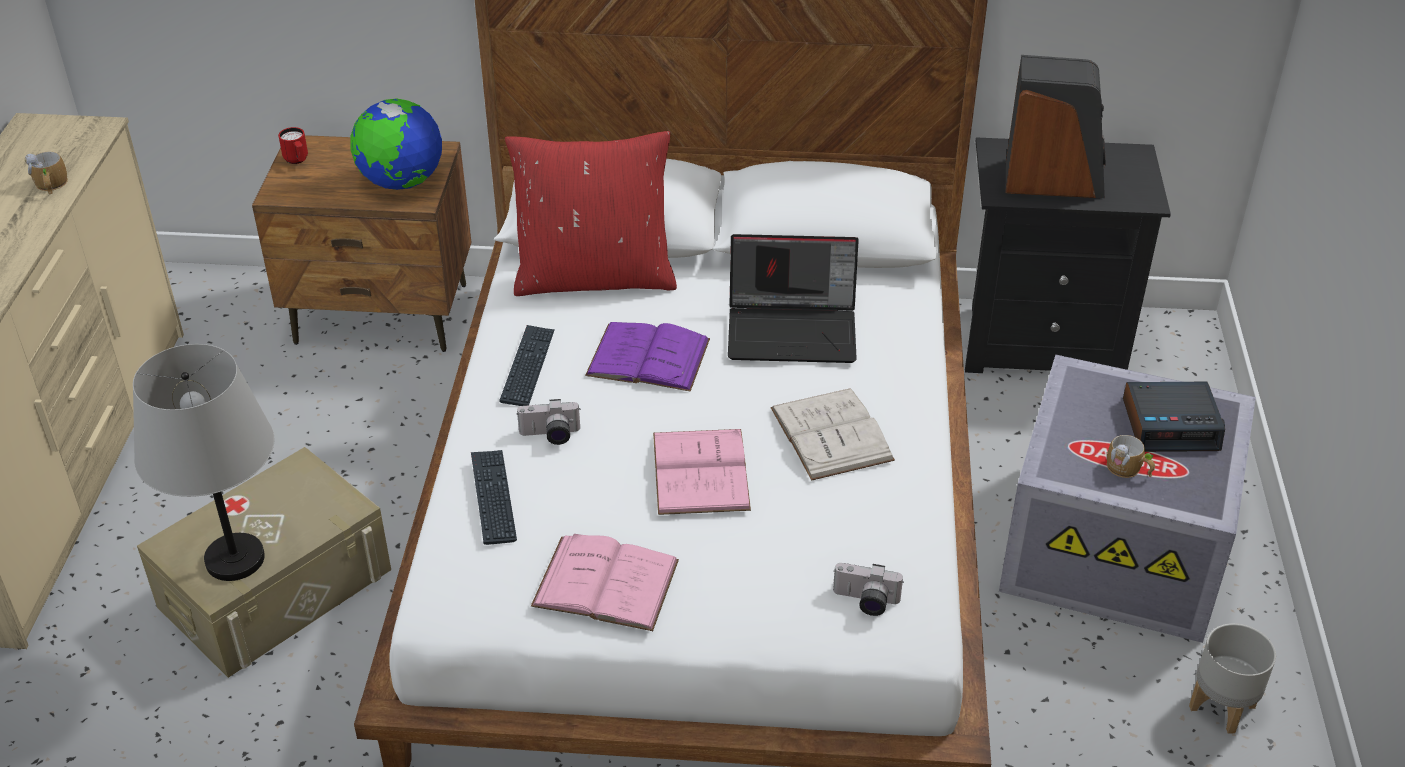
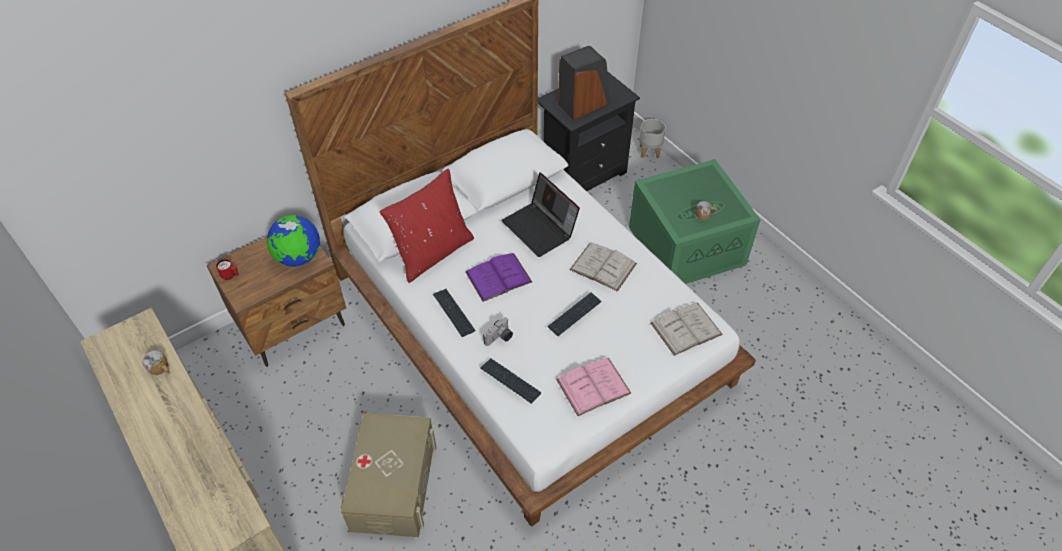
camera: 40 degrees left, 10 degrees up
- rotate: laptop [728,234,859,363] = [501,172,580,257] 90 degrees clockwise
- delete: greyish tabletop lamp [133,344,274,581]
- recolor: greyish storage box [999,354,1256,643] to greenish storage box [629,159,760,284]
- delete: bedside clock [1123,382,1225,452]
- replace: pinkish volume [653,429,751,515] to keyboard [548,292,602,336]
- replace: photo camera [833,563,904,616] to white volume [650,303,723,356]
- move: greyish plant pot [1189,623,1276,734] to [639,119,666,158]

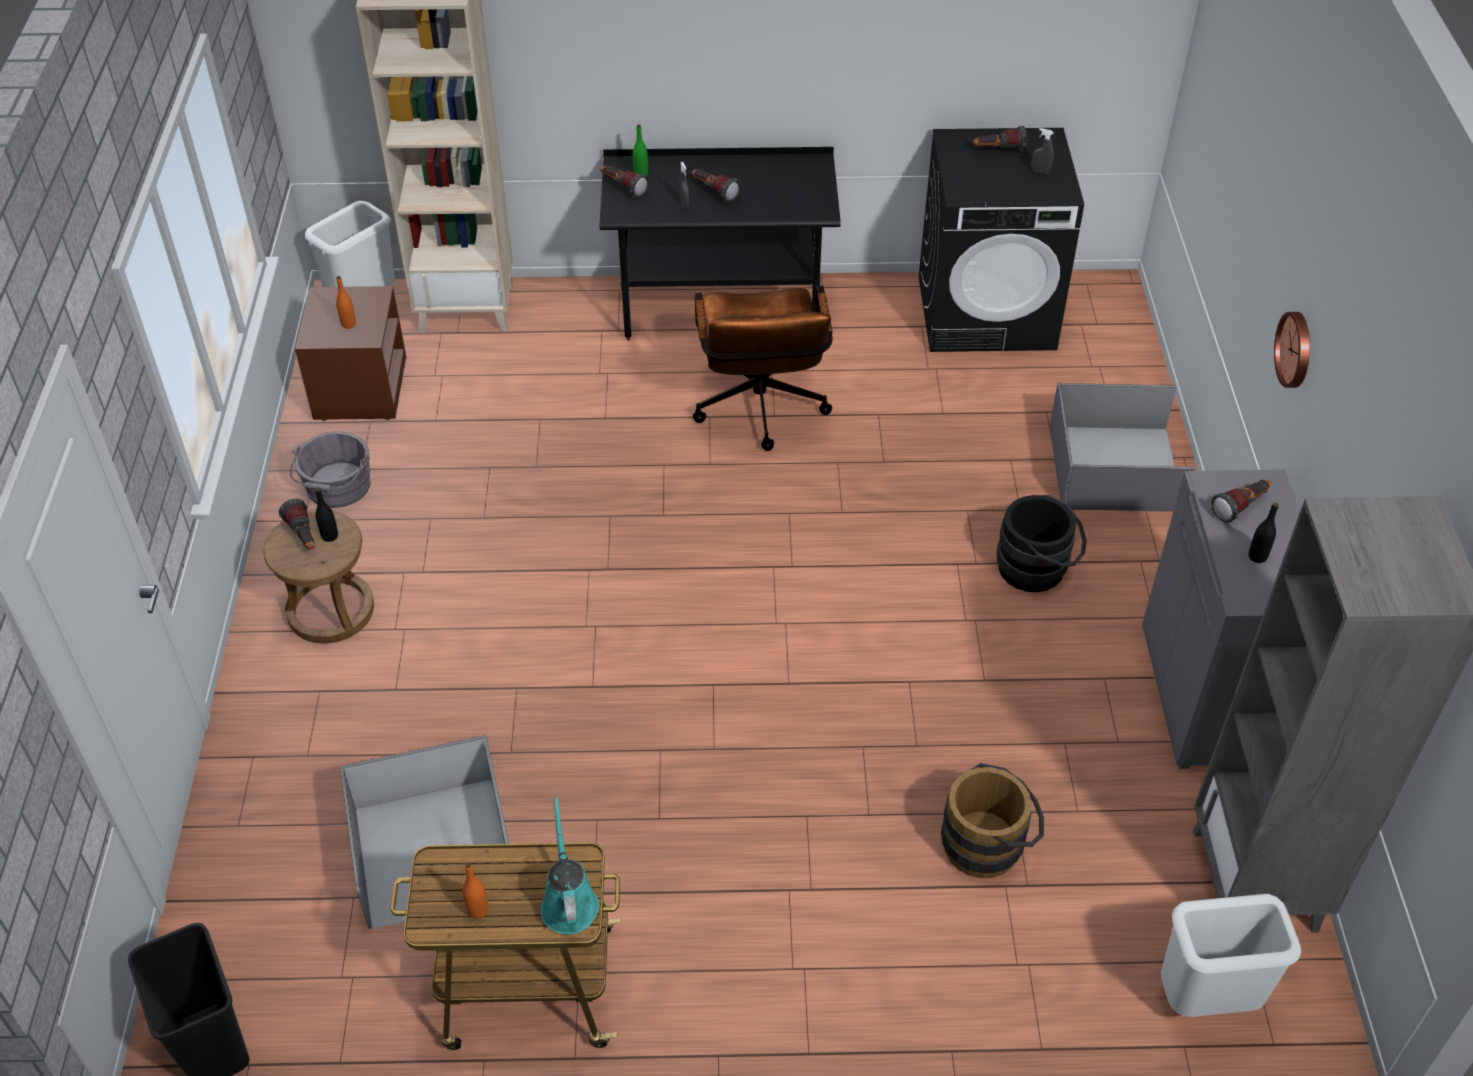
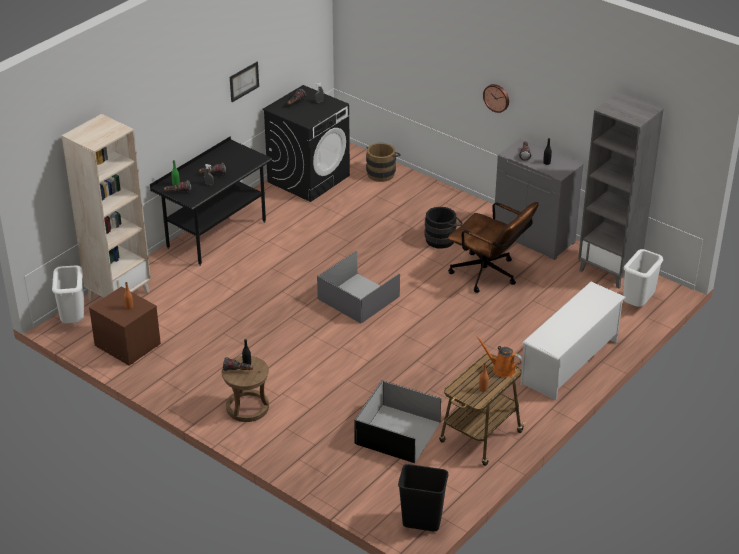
camera: 50 degrees left, 10 degrees down
- move: brown-coloured office chair [693,286,833,451] to [448,202,538,293]
- move: greyish storage box [1050,382,1195,512] to [317,251,400,324]
- delete: greyish water bucket [290,431,371,508]
- move: brown-coloured water bucket [941,763,1044,878] to [366,143,401,182]
- recolor: turquoise-coloured watering can [541,797,599,935] to orangey watering can [476,337,523,377]
- insert: wall picture [230,62,259,102]
- insert: white shoe stand [520,282,626,400]

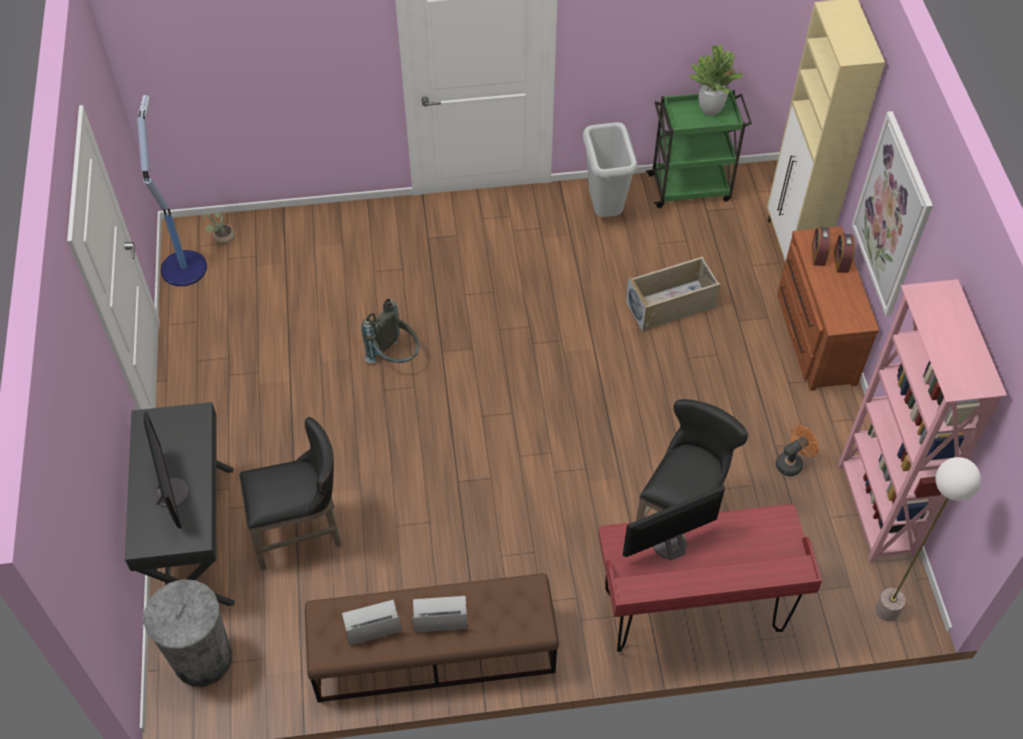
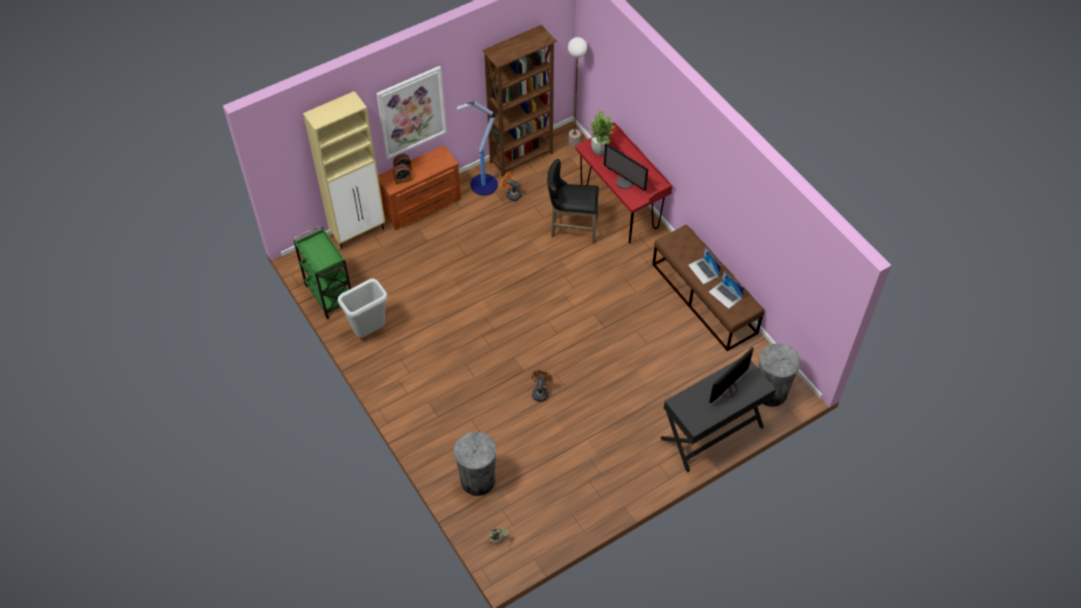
camera: 115 degrees left, 0 degrees up
- move: potted plant [688,45,744,116] to [585,110,615,155]
- move: standard lamp [137,95,207,286] to [456,100,498,195]
- delete: sand-coloured storage box [626,257,720,332]
- recolor: pinkish bookcase [838,279,1007,562] to brown-coloured bookcase [482,25,557,177]
- replace: greyish knapsack [361,299,419,364] to brown-coloured electric fan [532,370,553,402]
- delete: blackish stool [239,417,342,570]
- insert: greyish trash can [454,431,497,496]

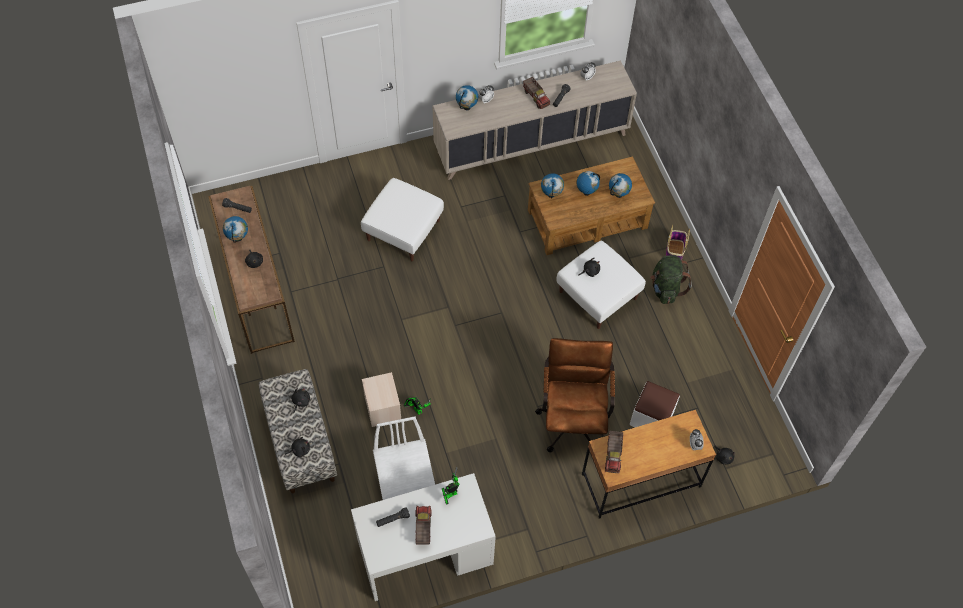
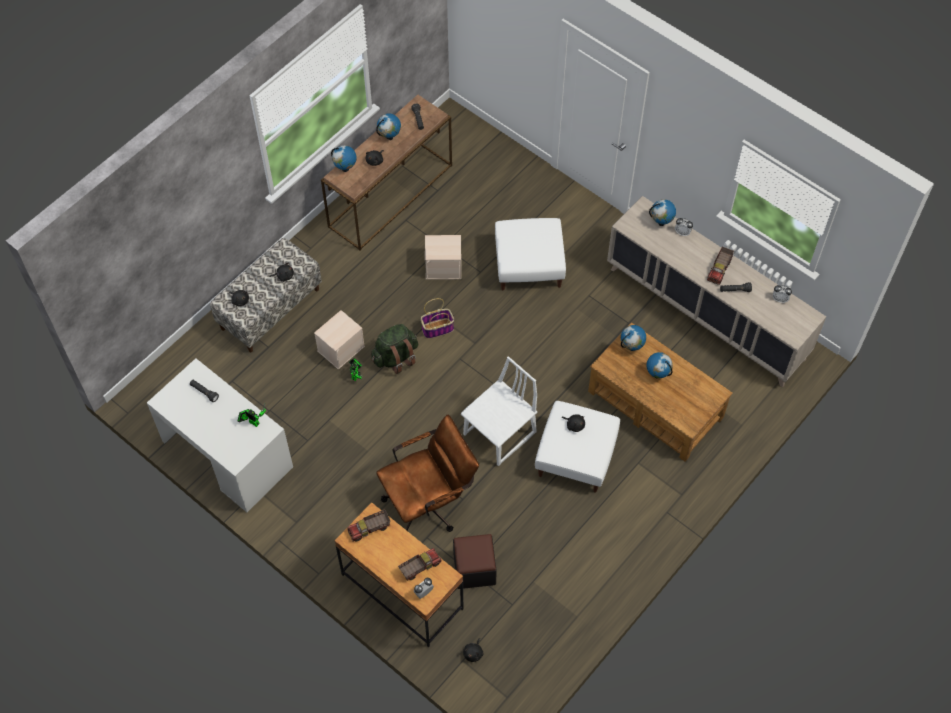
camera: 60 degrees right, 0 degrees up
- move: desk globe [609,173,632,198] to [331,145,357,172]
- move: household basket [666,225,690,260] to [421,298,454,339]
- move: greenish knapsack [650,255,692,304] to [371,324,418,374]
- recolor: white ottoman [630,381,680,427] to blackish ottoman [453,534,497,589]
- move: white chair [373,416,435,500] to [461,356,537,466]
- move: toy lorry [415,506,432,544] to [398,548,442,580]
- insert: sand-coloured storage box [425,235,461,280]

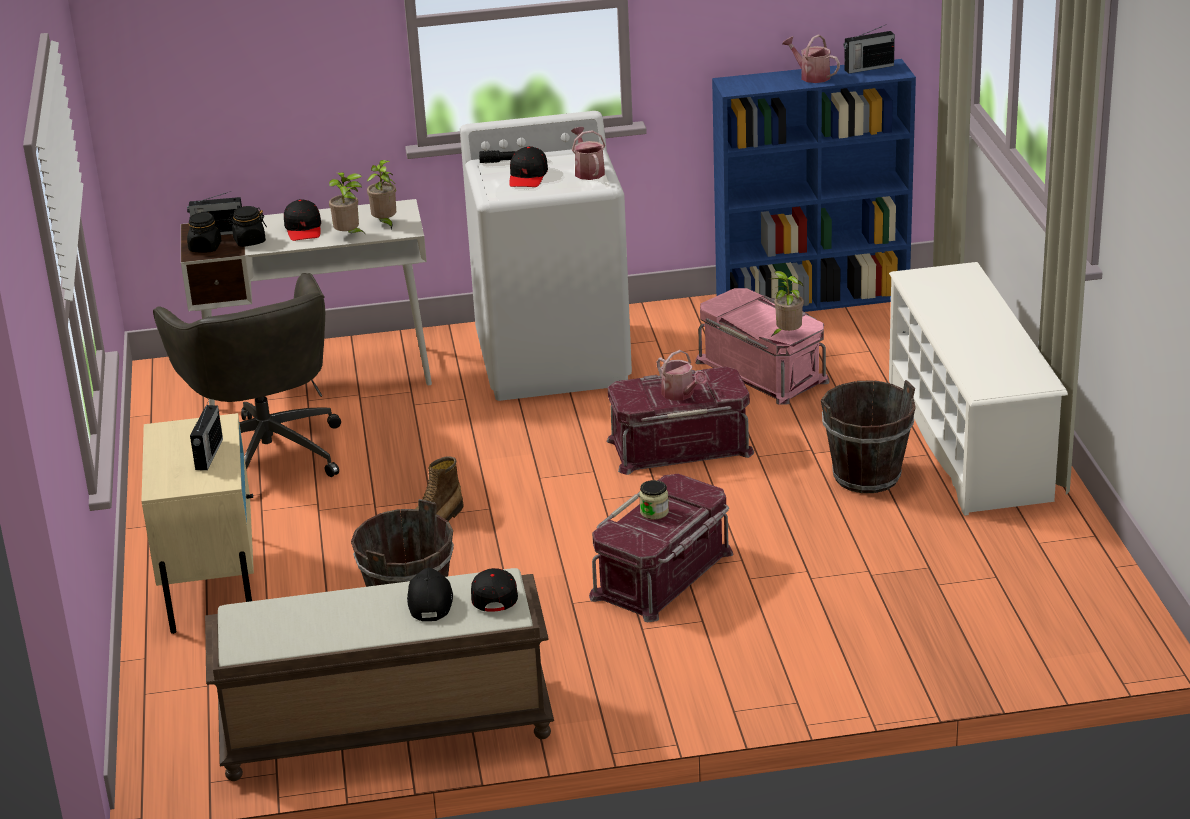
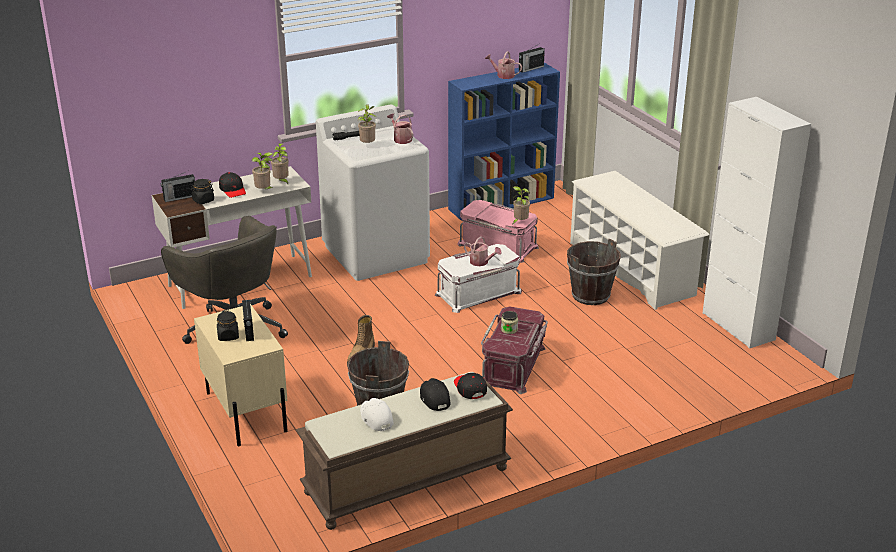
camera: 20 degrees left, 0 degrees up
- replace: blackish baseball cap [509,146,548,187] to potted plant [358,104,376,143]
- move: blackish jar [187,212,222,253] to [217,311,239,341]
- recolor: red-coloured storage box [606,366,754,475] to white storage box [435,244,522,313]
- insert: white storage cabinet [703,97,811,349]
- insert: white baseball cap [360,398,394,431]

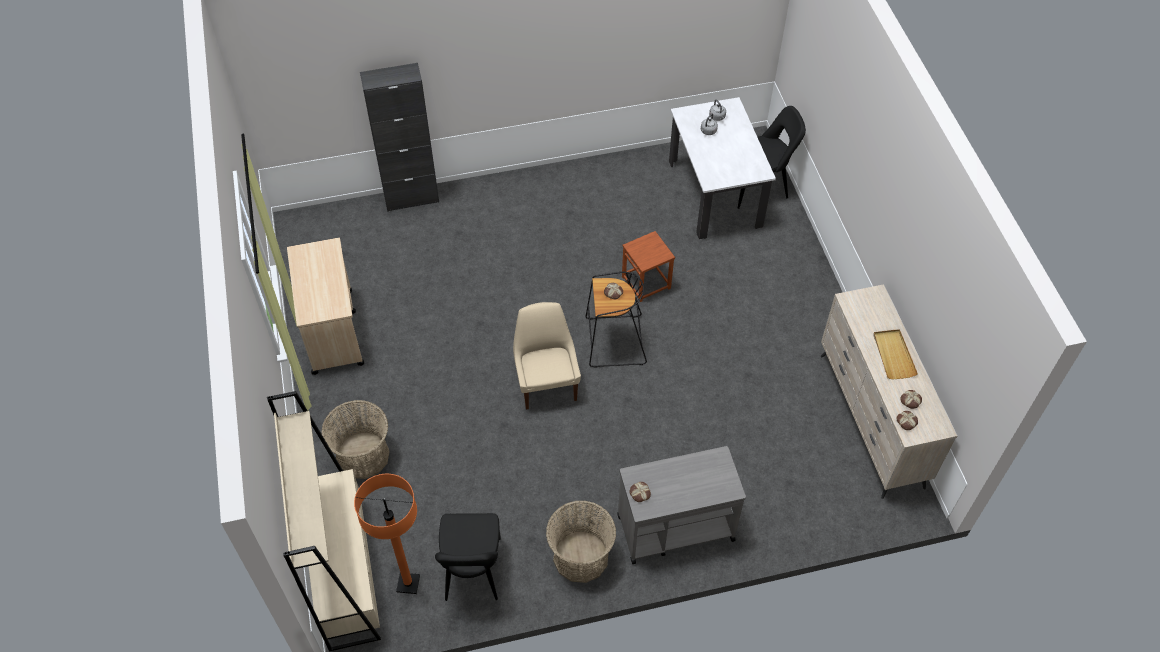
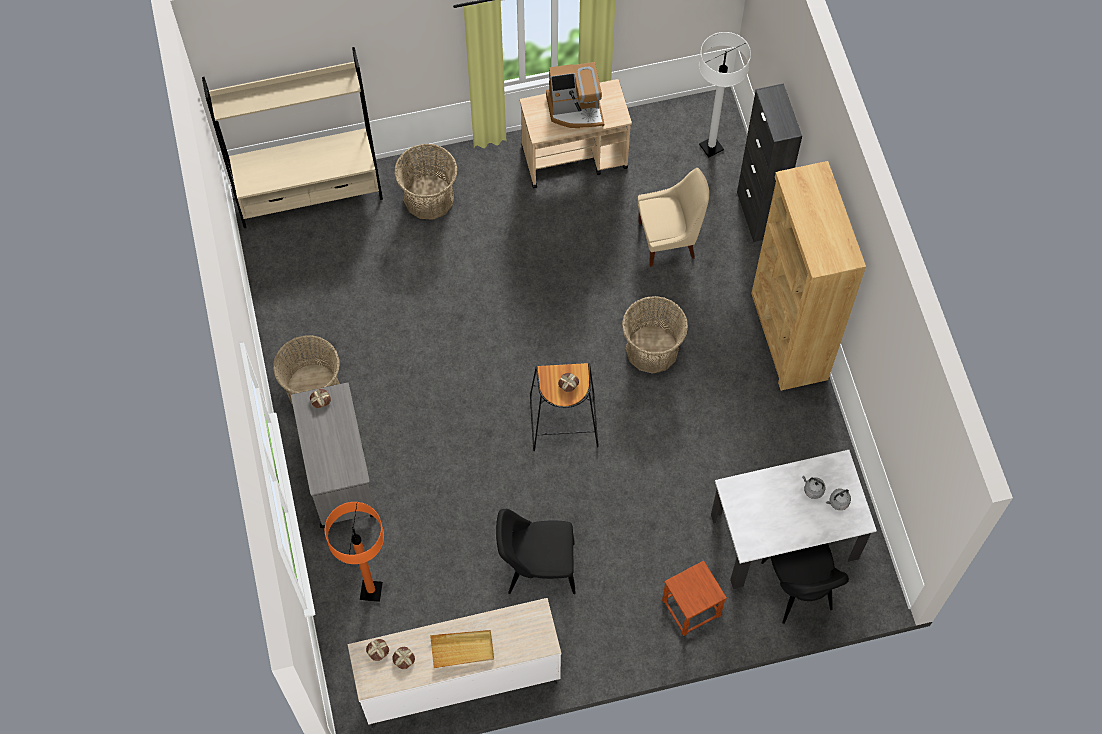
camera: 90 degrees right, 10 degrees up
- move: brown-coloured stool [622,231,675,302] to [662,560,727,636]
- move: sand-coloured chair [513,302,581,409] to [637,168,709,267]
- move: orangey standard lamp [354,474,420,594] to [325,502,384,602]
- move: blackish chair [435,513,501,601] to [496,509,575,594]
- insert: white standard lamp [699,32,751,158]
- insert: coffee maker [546,62,604,128]
- insert: brown-coloured bookcase [751,161,866,391]
- insert: household basket [622,296,688,374]

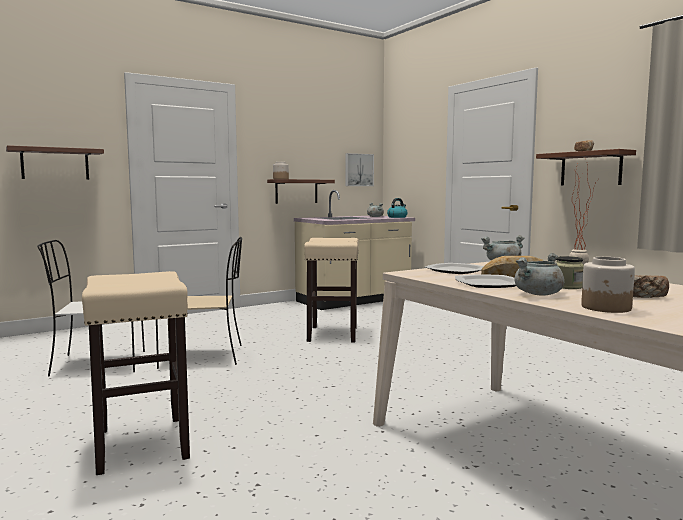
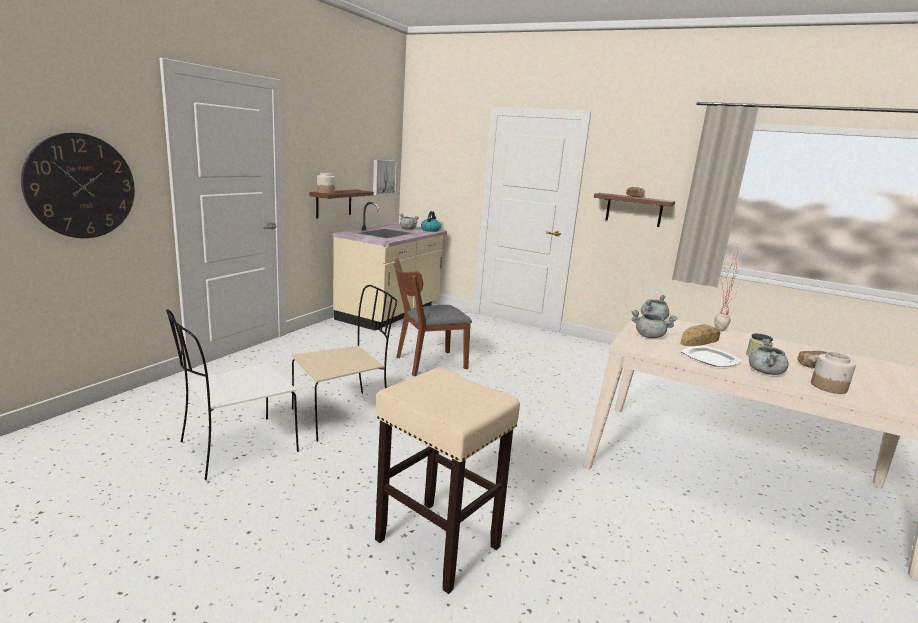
camera: 30 degrees left, 10 degrees up
- replace: brown-coloured bracket shelf [6,145,104,180] to clock on the wall [21,133,135,238]
- replace: sand-coloured stool [304,238,359,342] to brown-coloured chair [394,258,472,376]
- replace: flat dish [424,263,484,274] to greyish saucepot [631,310,678,338]

